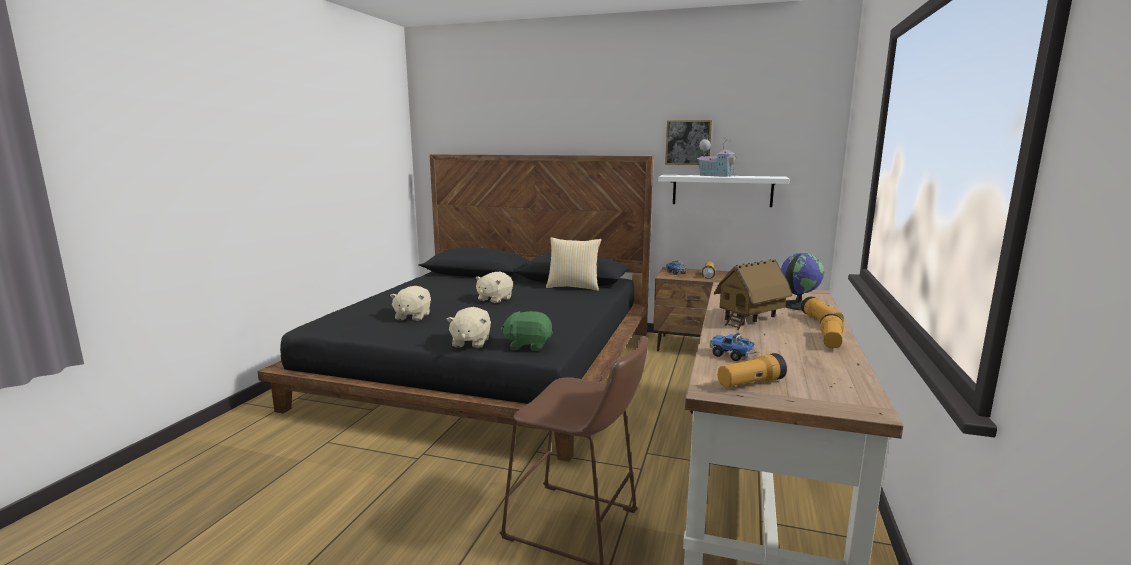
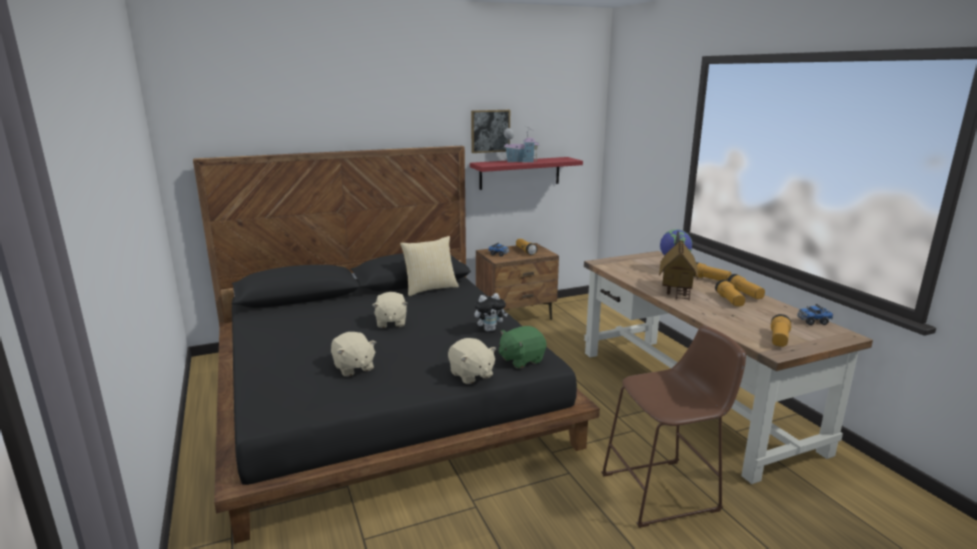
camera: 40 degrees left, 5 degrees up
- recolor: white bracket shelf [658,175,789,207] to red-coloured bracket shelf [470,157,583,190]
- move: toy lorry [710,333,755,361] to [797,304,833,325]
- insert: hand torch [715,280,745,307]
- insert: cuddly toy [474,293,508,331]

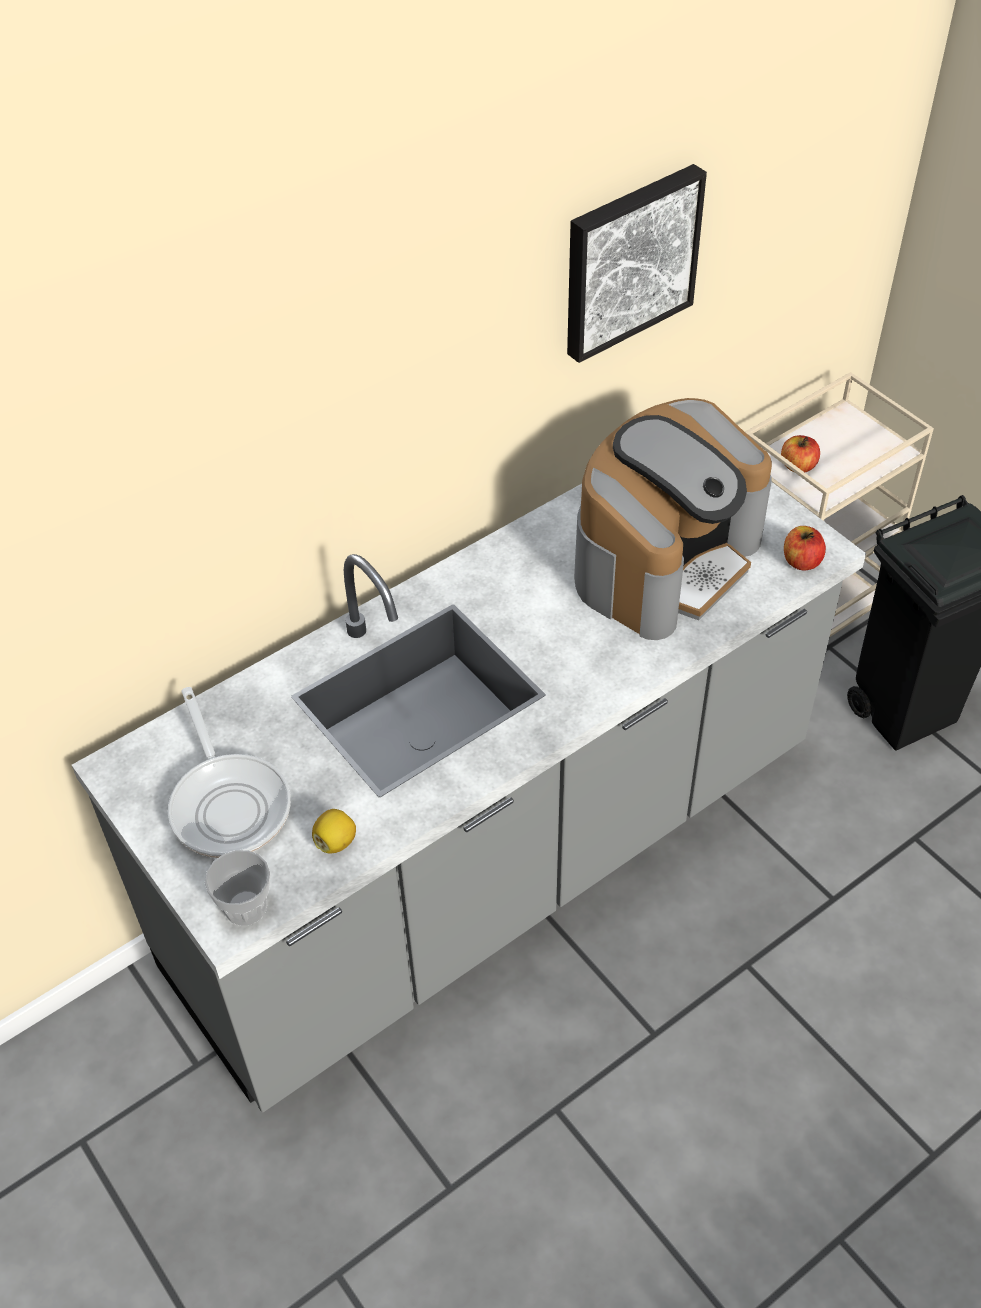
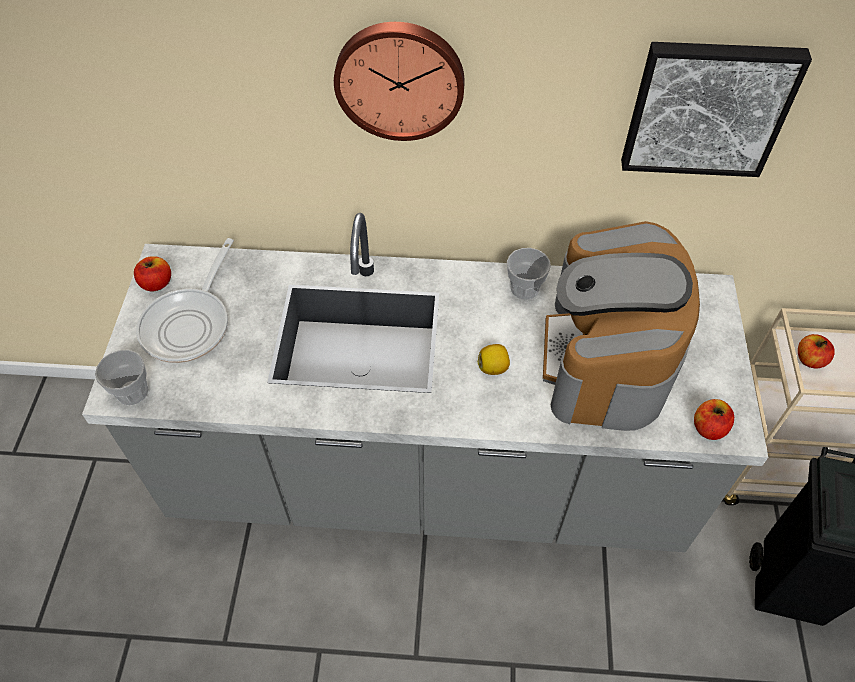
camera: 40 degrees right, 5 degrees up
- rotate: coffee maker [574,398,772,640] = [543,221,700,431] 105 degrees clockwise
- move: lemon [312,809,356,854] to [478,344,510,375]
- insert: clock on the wall [334,22,465,141]
- insert: cup [507,248,551,300]
- insert: apple [134,256,171,291]

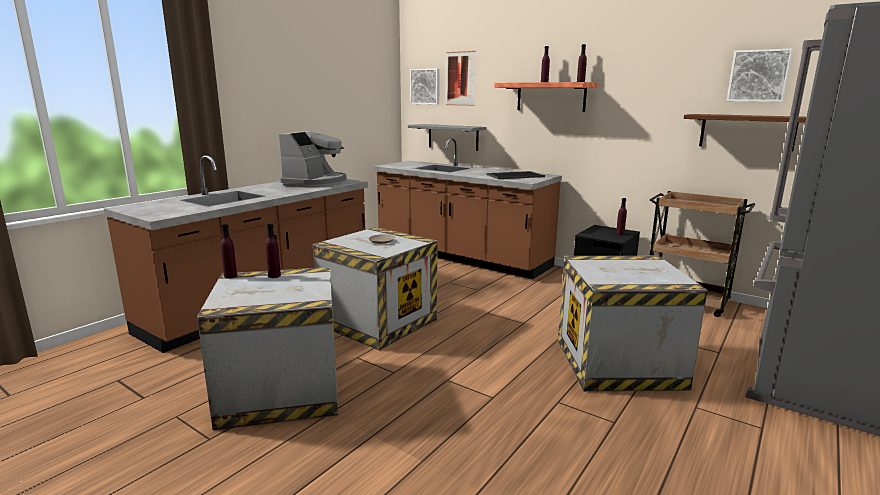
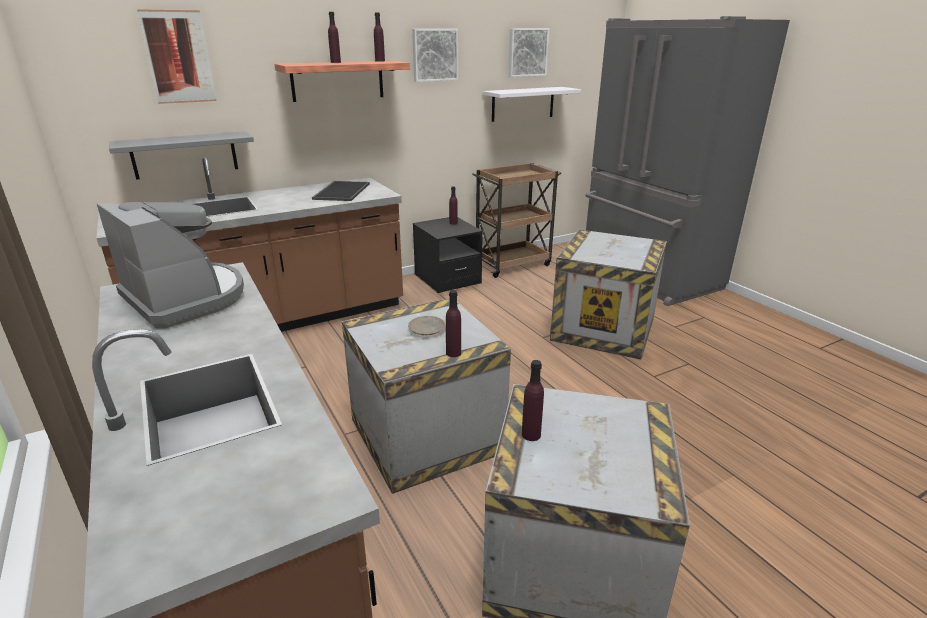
camera: 65 degrees left, 10 degrees up
- move: wall picture [410,69,440,105] to [412,29,458,82]
- recolor: brown-coloured bracket shelf [684,114,806,151] to white bracket shelf [483,87,581,122]
- move: purplish beverage bottle [221,223,237,279] to [446,290,461,357]

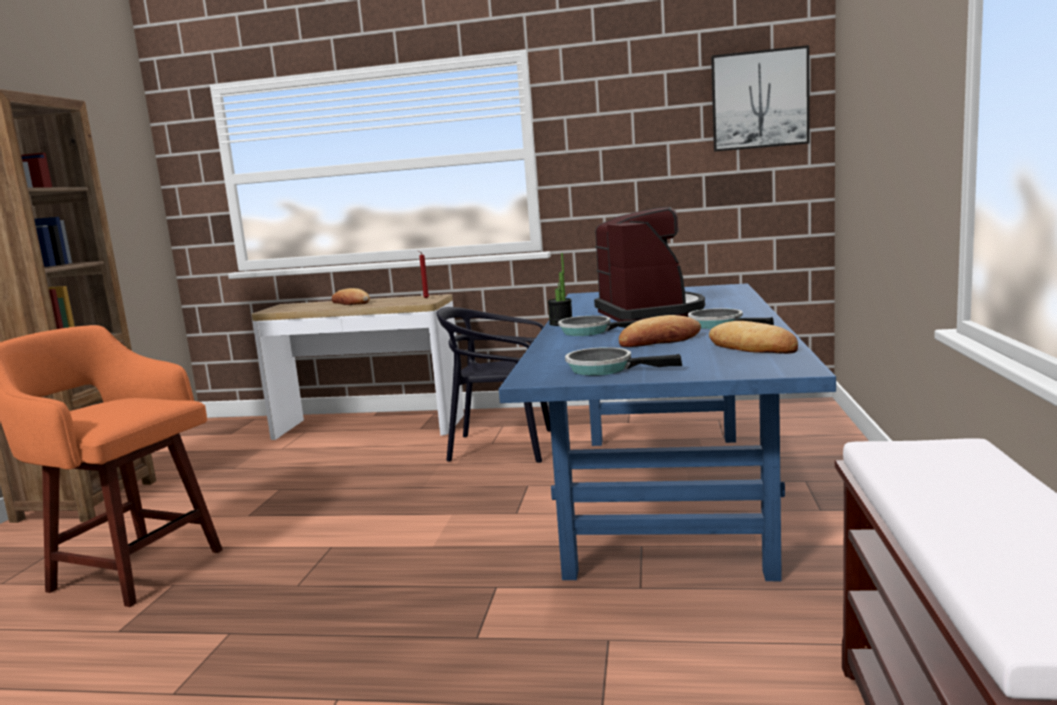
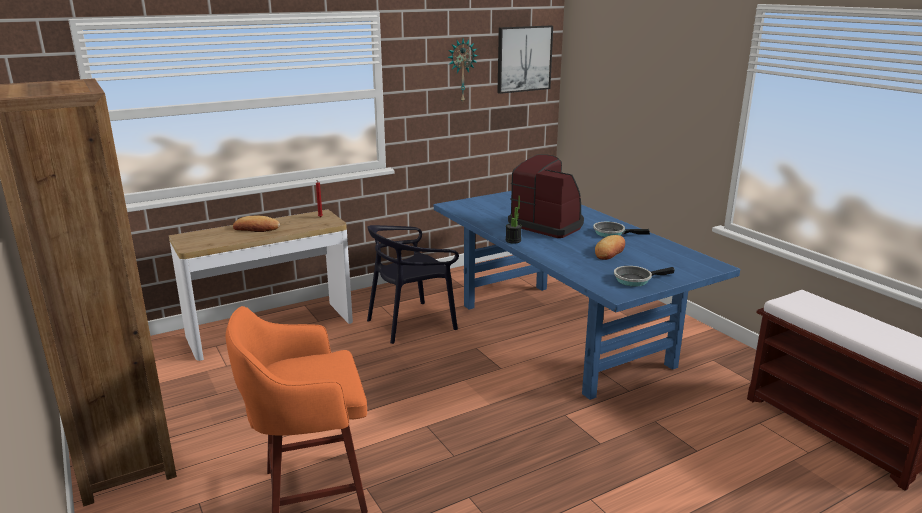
camera: 40 degrees left, 10 degrees up
- delete: frying pan [558,316,642,336]
- delete: baked bread [709,321,798,354]
- insert: clock on the wall [447,39,478,102]

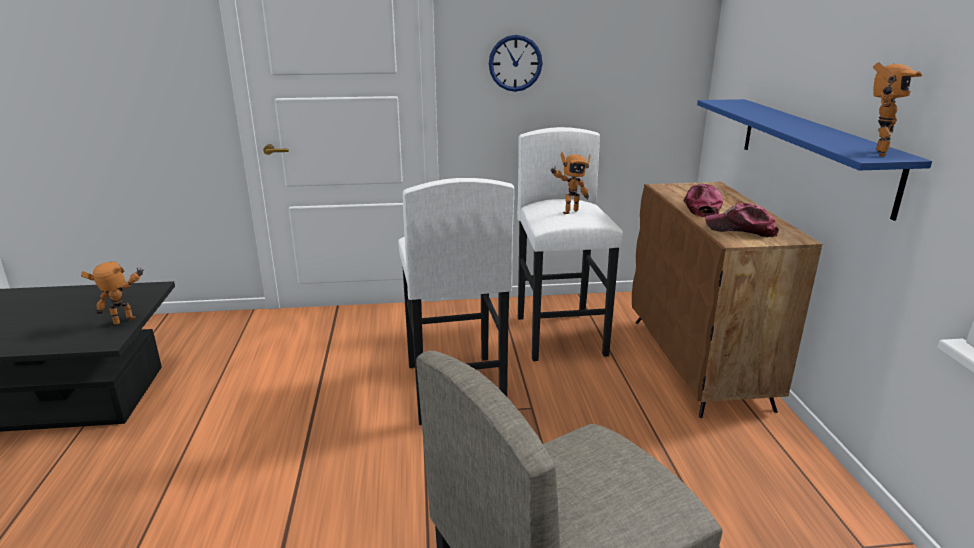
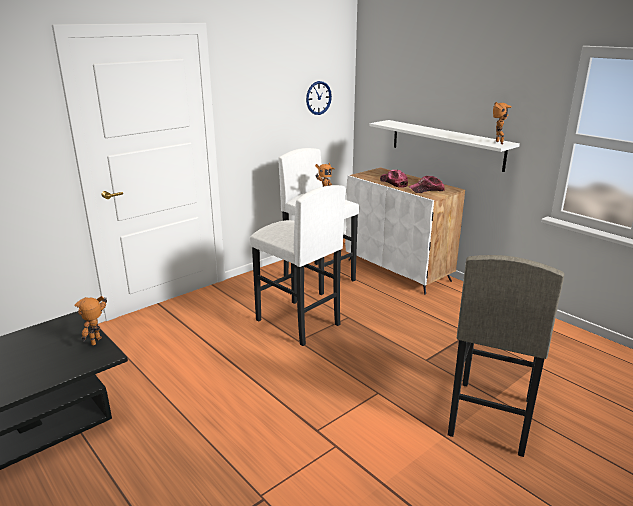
camera: 35 degrees left, 0 degrees up
- move: clock on the wall [489,35,543,92] to [306,81,332,115]
- recolor: blue-coloured bracket shelf [697,99,932,221] to white bracket shelf [369,120,520,172]
- recolor: brown-coloured storage cabinet [632,182,822,418] to white storage cabinet [345,167,465,295]

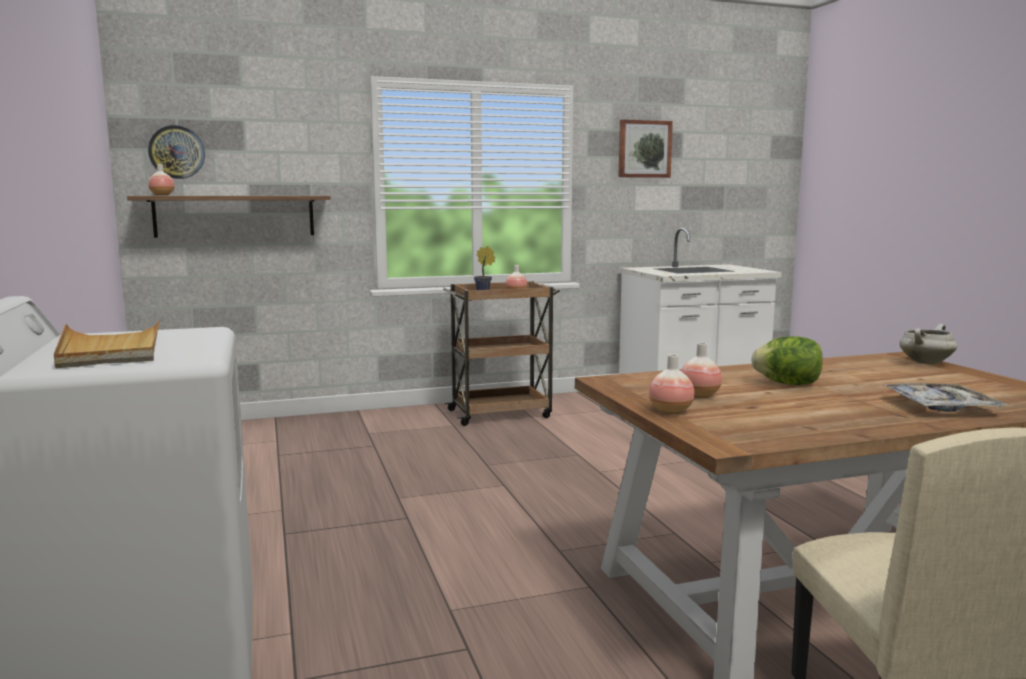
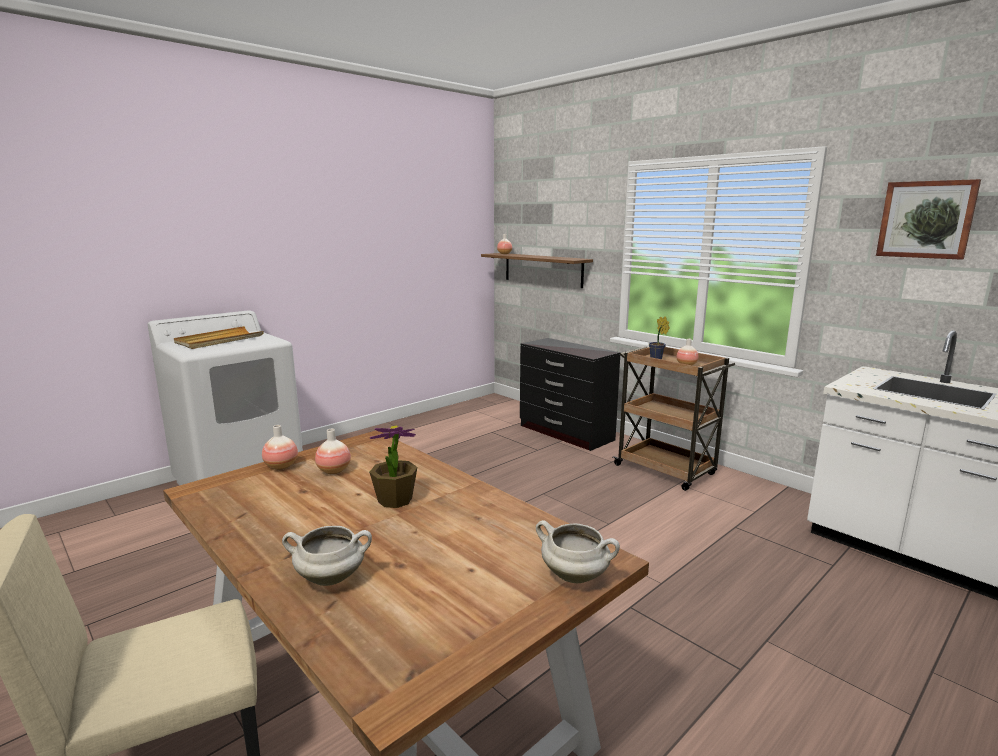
camera: 65 degrees right, 5 degrees up
- delete: clock on the wall [148,125,205,179]
- replace: lettuce [751,336,823,385] to potted plant [369,425,417,508]
- replace: serving tray [884,383,1008,412] to white saucepot [282,526,372,586]
- insert: blackish drawer chest [520,338,621,451]

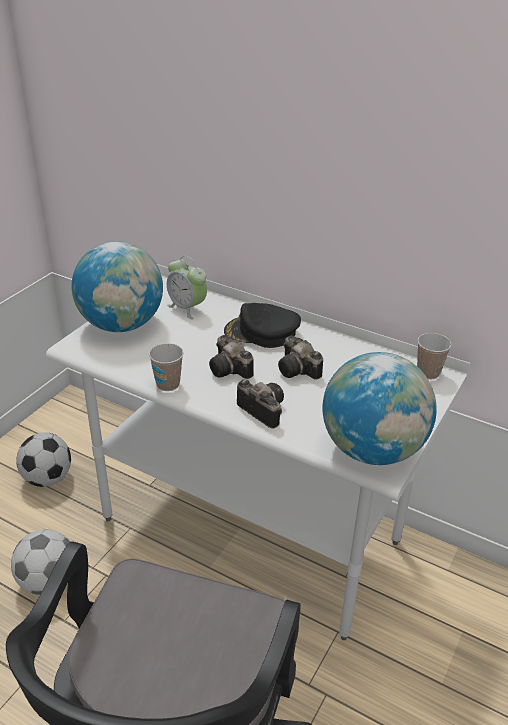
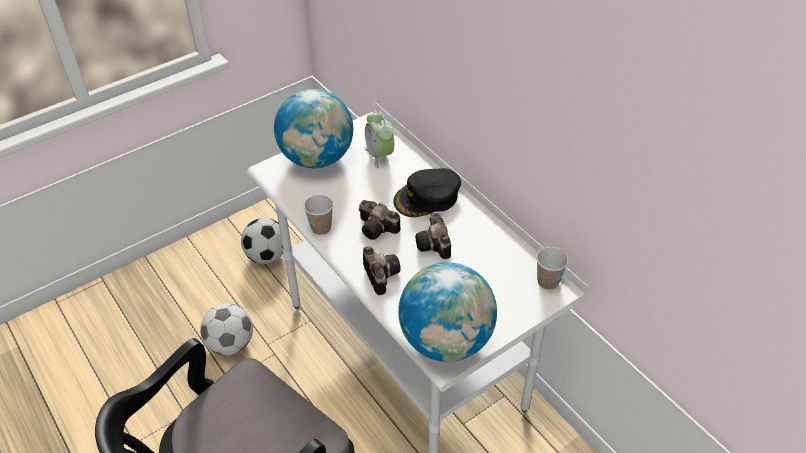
camera: 25 degrees right, 10 degrees up
- rotate: blackish baseball cap [224,303,301,348] = [393,168,461,217] 60 degrees counterclockwise
- rotate: photo camera [209,335,254,379] = [359,200,400,240] 45 degrees counterclockwise

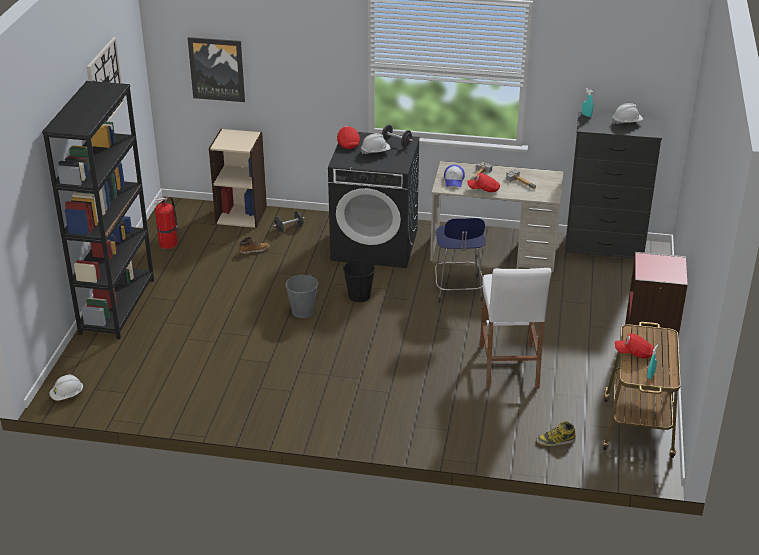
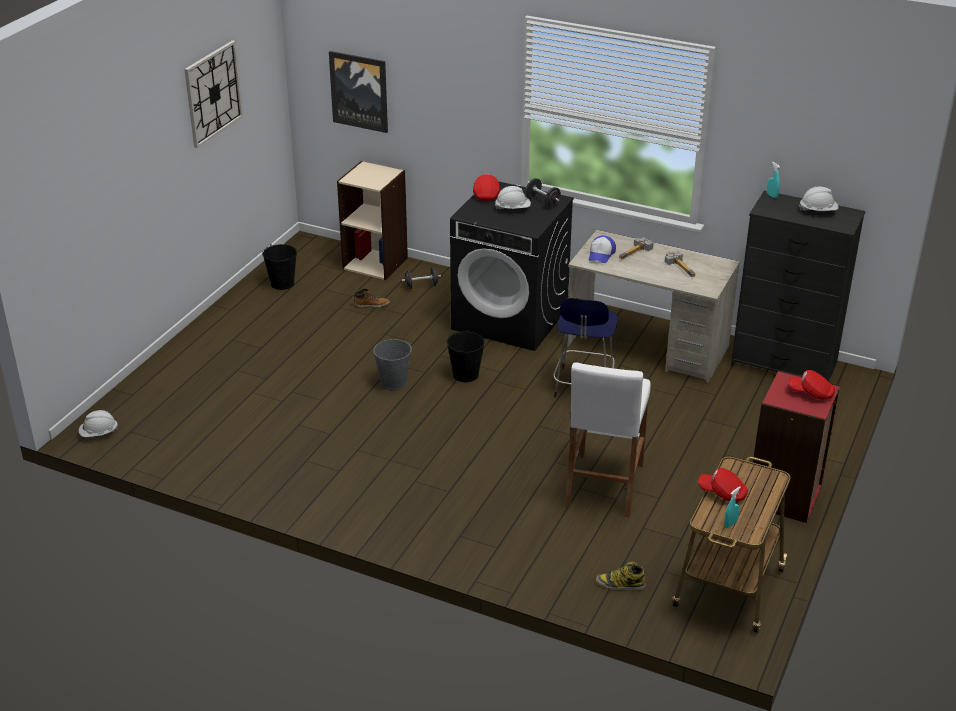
camera: 15 degrees right, 0 degrees up
- delete: blackish bookcase [42,81,154,339]
- move: red-coloured baseball cap [467,173,500,192] to [789,370,835,400]
- replace: extinguisher [154,197,179,249] to blackish water bucket [262,244,297,290]

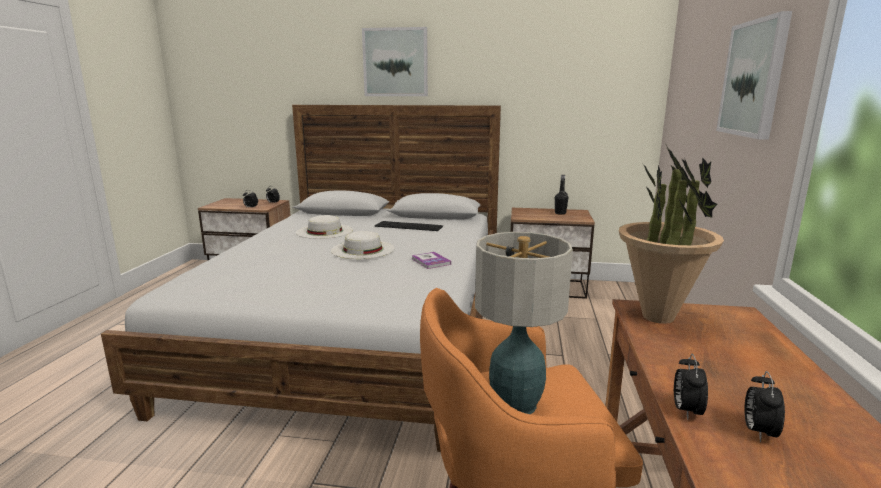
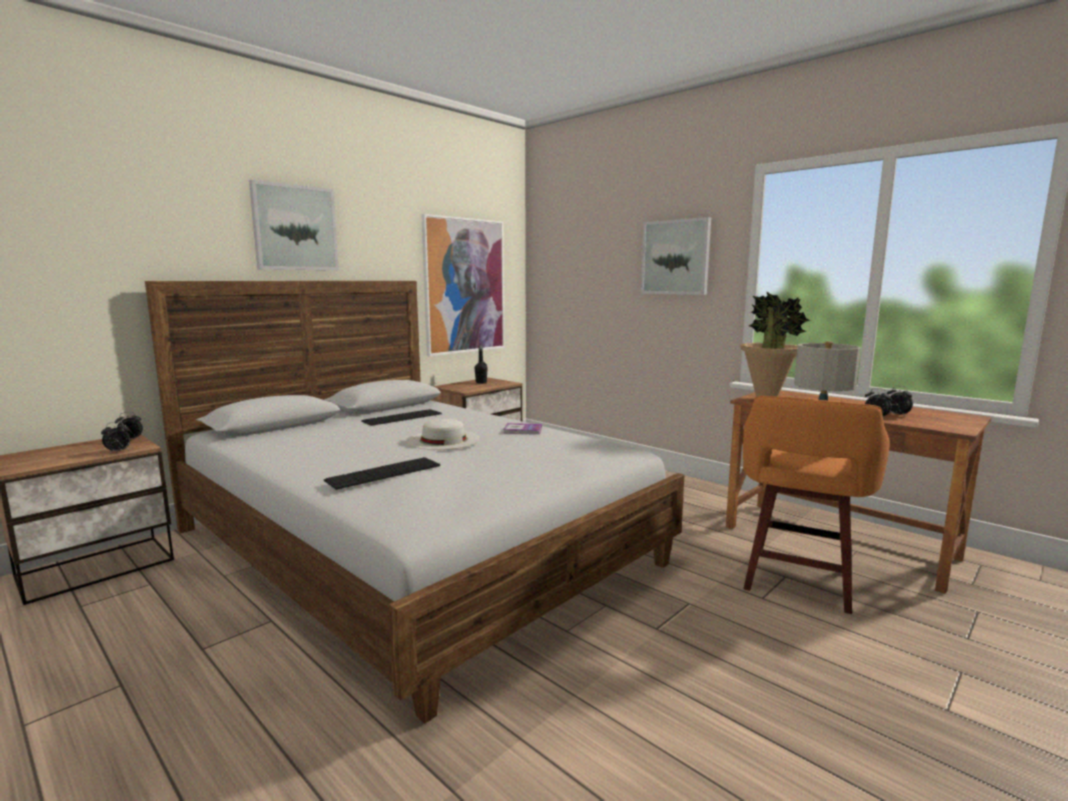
camera: 55 degrees left, 5 degrees down
- delete: white hat [296,215,353,239]
- insert: wall picture [421,214,505,356]
- insert: keyboard [324,457,440,490]

